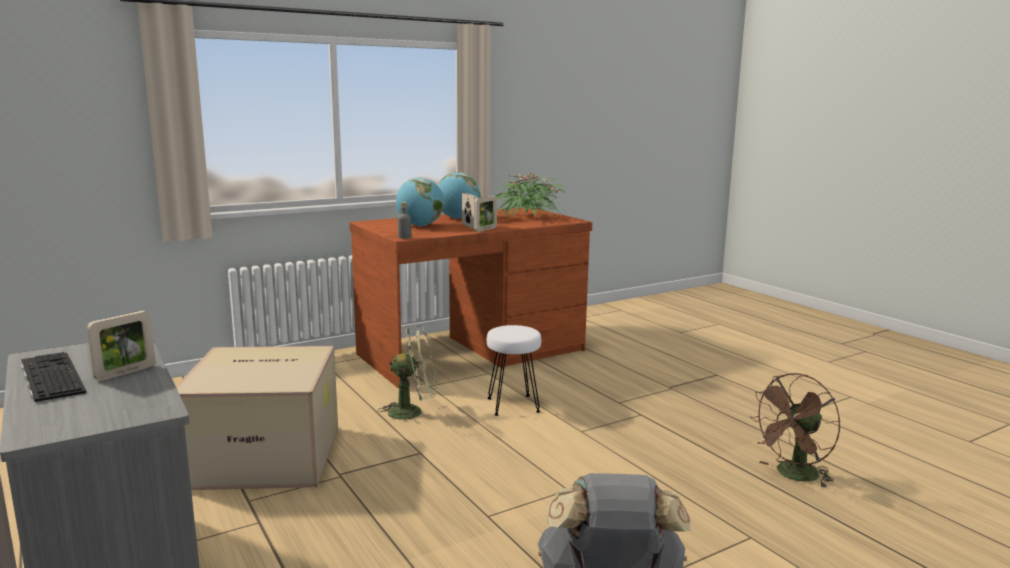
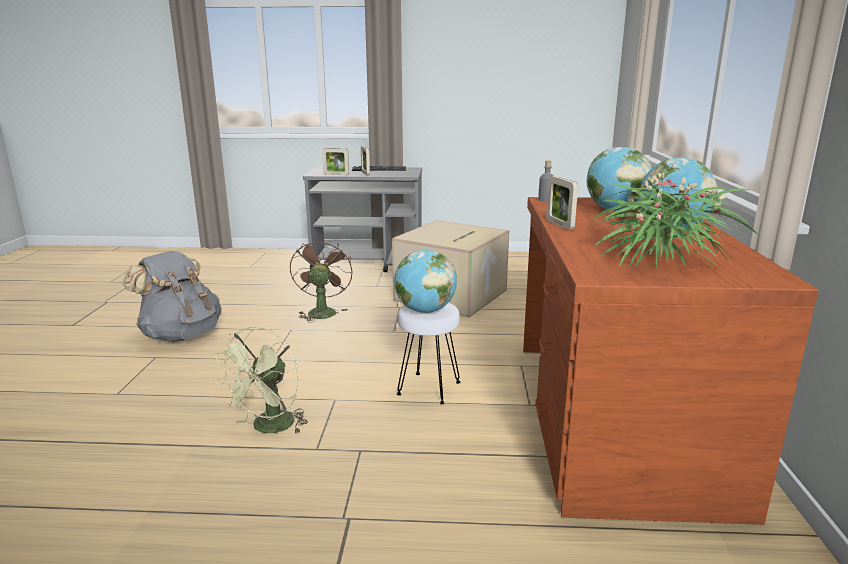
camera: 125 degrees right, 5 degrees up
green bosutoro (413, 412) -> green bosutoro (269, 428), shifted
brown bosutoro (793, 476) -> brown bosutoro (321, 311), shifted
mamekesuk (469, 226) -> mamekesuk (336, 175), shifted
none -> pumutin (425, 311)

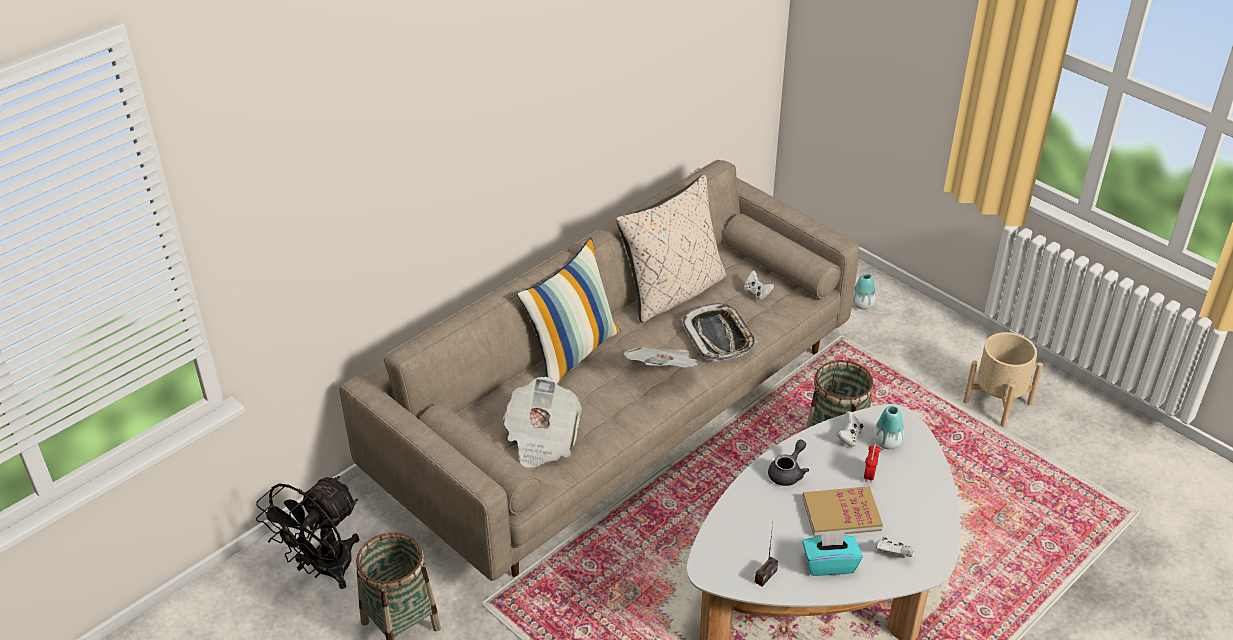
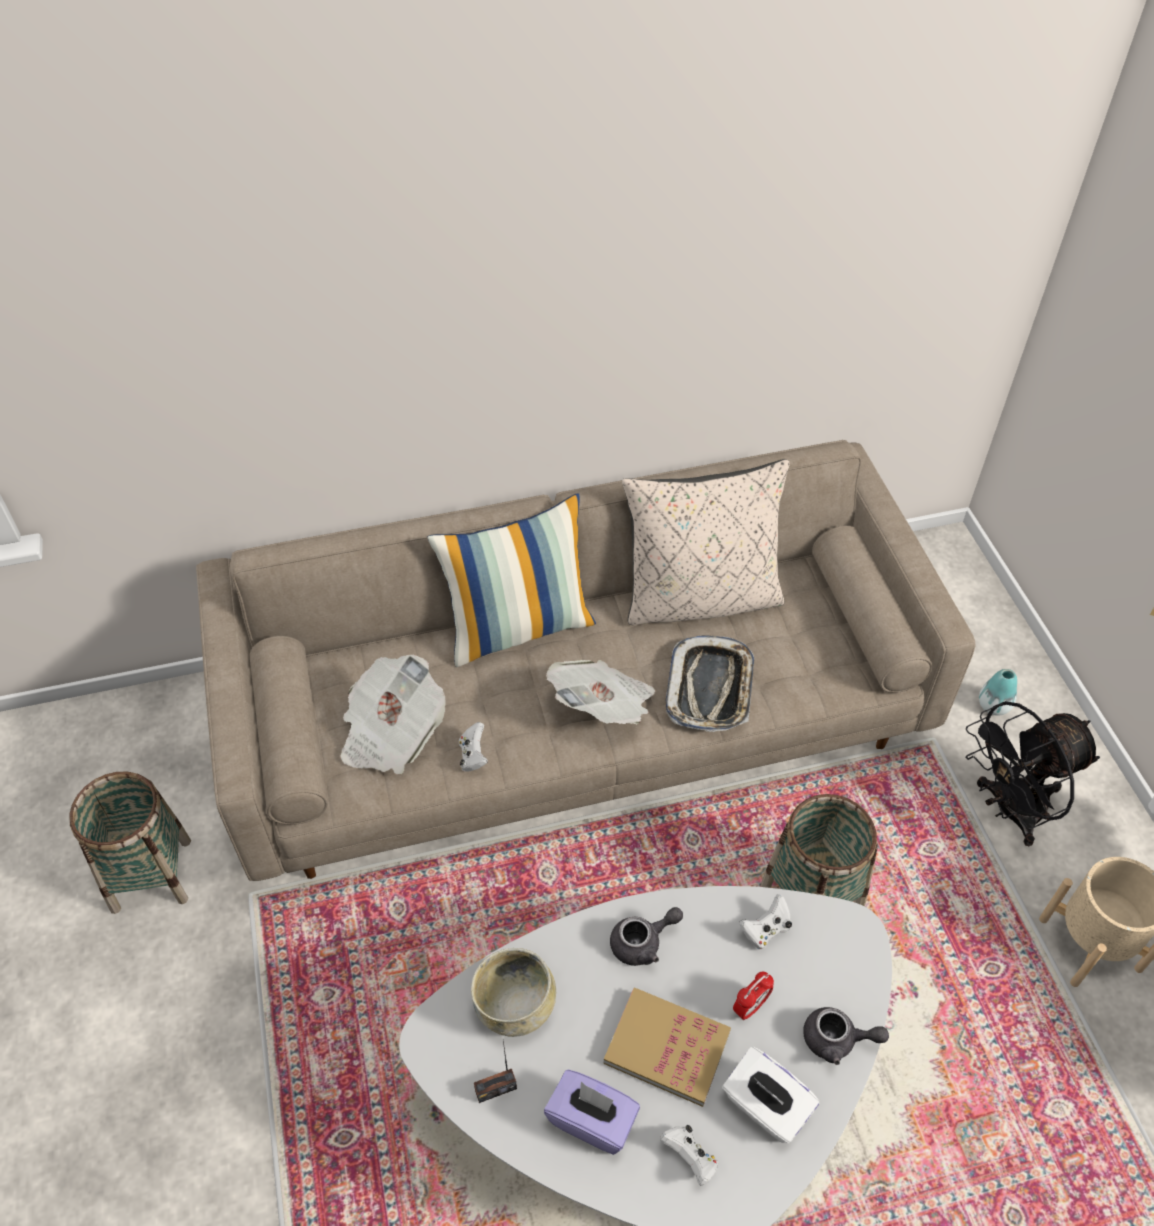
camera: 30 degrees right, 10 degrees up
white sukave (757, 293) -> white sukave (473, 756), shifted
none -> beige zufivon (516, 1006)
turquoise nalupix (829, 564) -> purple nalupix (592, 1120)
none -> white nalupix (765, 1106)
none -> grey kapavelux (837, 1040)
black bosutoro (324, 570) -> black bosutoro (1008, 810), shifted
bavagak (887, 442) -> none

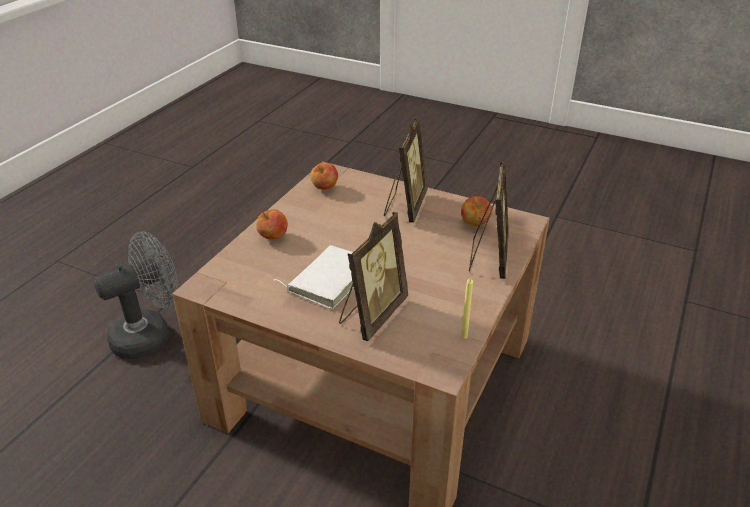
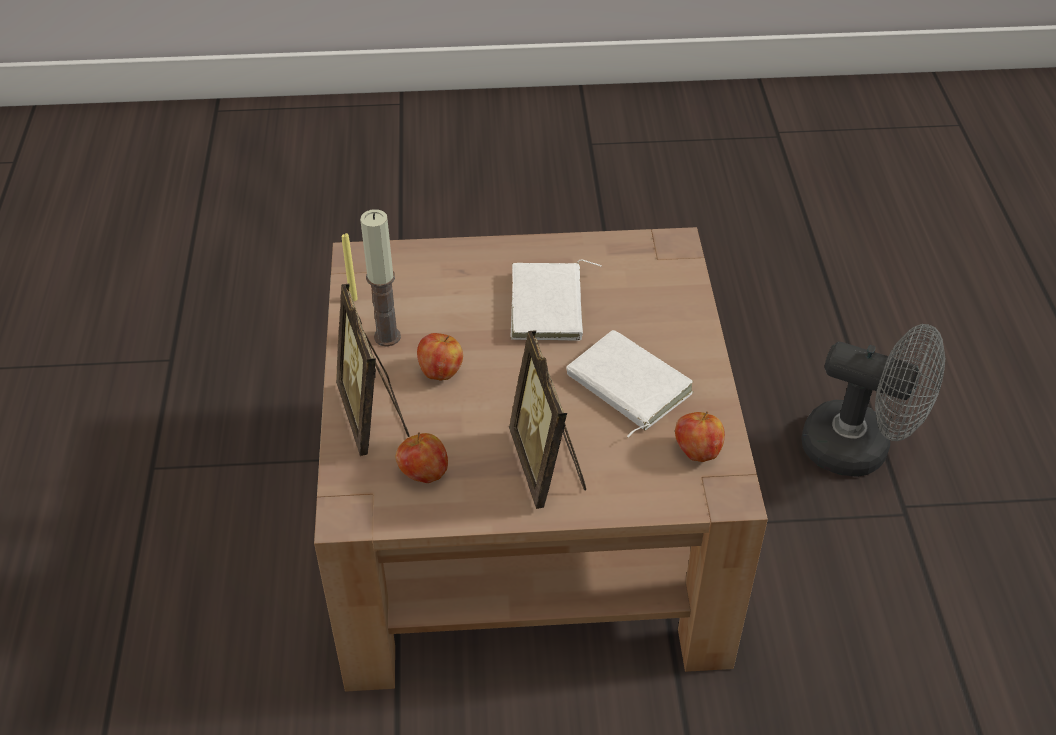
camera: 150 degrees right, 10 degrees up
none -> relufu (387, 336)
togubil (273, 237) -> togubil (440, 372), shifted
none -> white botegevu (626, 386)
grey bosutoro (150, 334) -> grey bosutoro (860, 449), 90 degrees counterclockwise
mamekesuk (371, 314) -> none

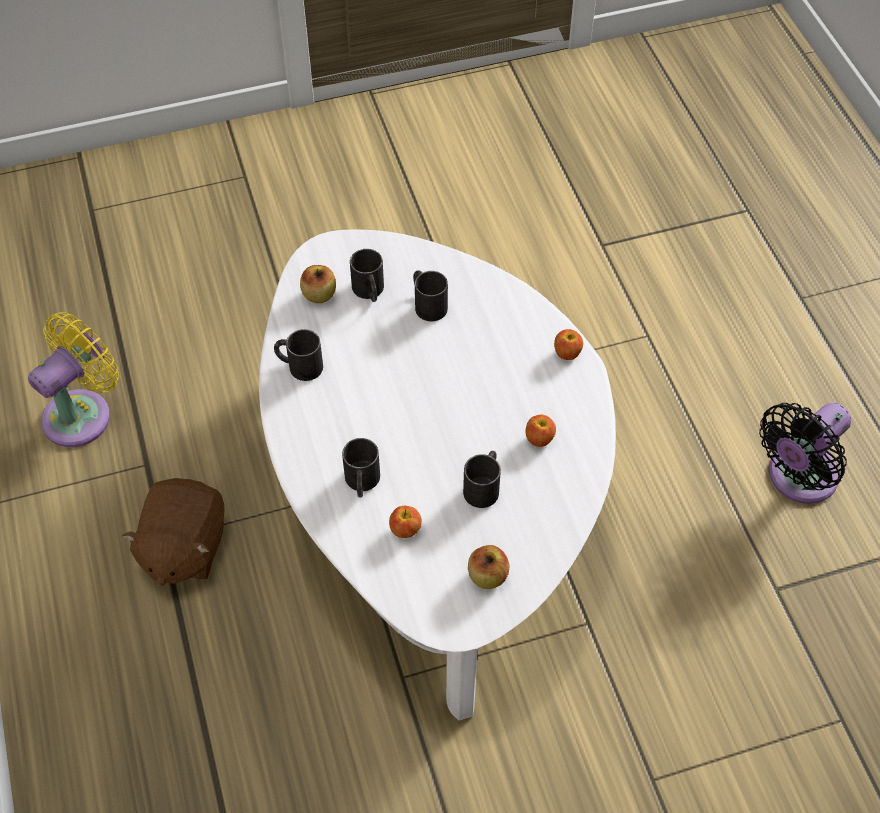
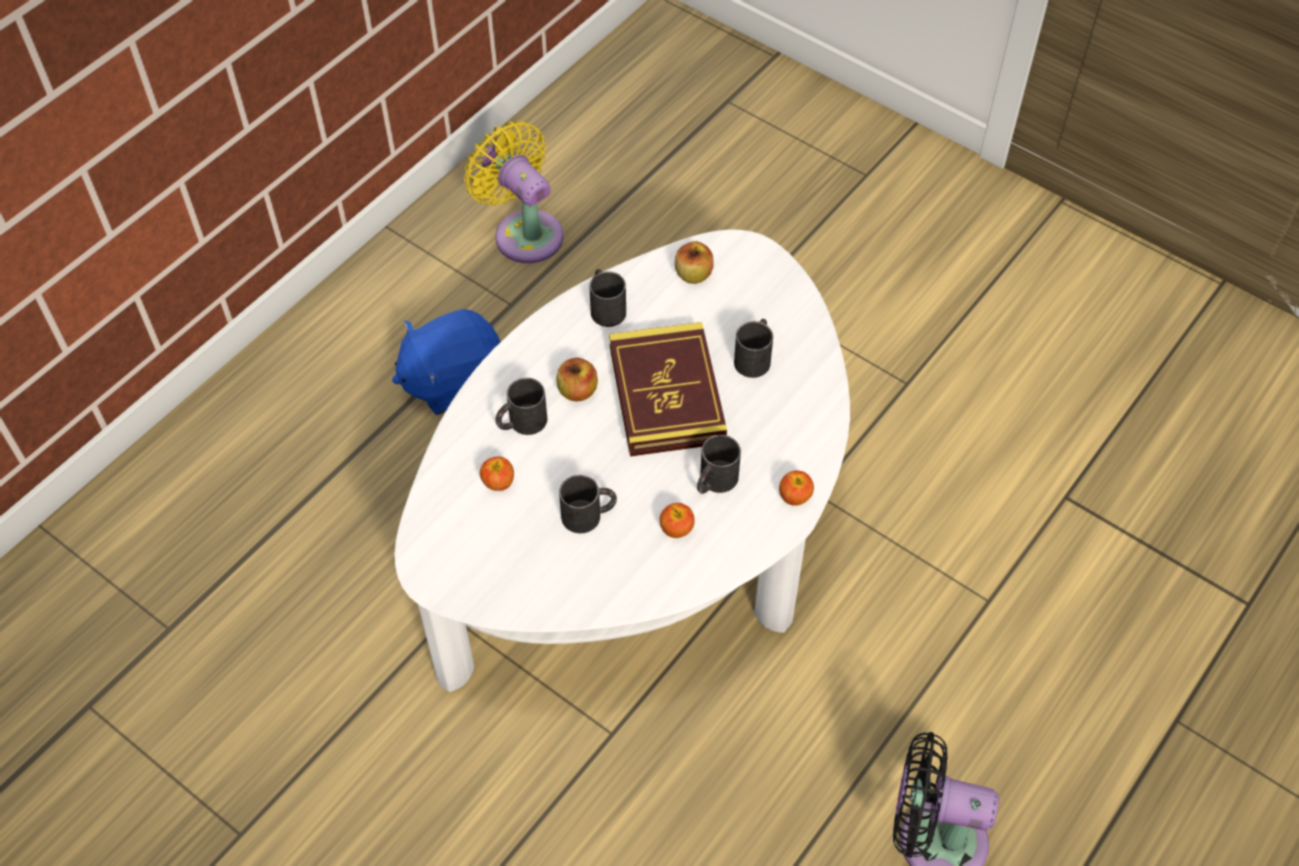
camera: 55 degrees right, 0 degrees up
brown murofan (183, 548) -> blue murofan (454, 381)
yellow bosutoro (82, 413) -> yellow bosutoro (524, 232), 135 degrees counterclockwise
togubil (487, 576) -> togubil (577, 391), shifted
none -> botegevu (666, 394)
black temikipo (369, 291) -> black temikipo (714, 482), shifted

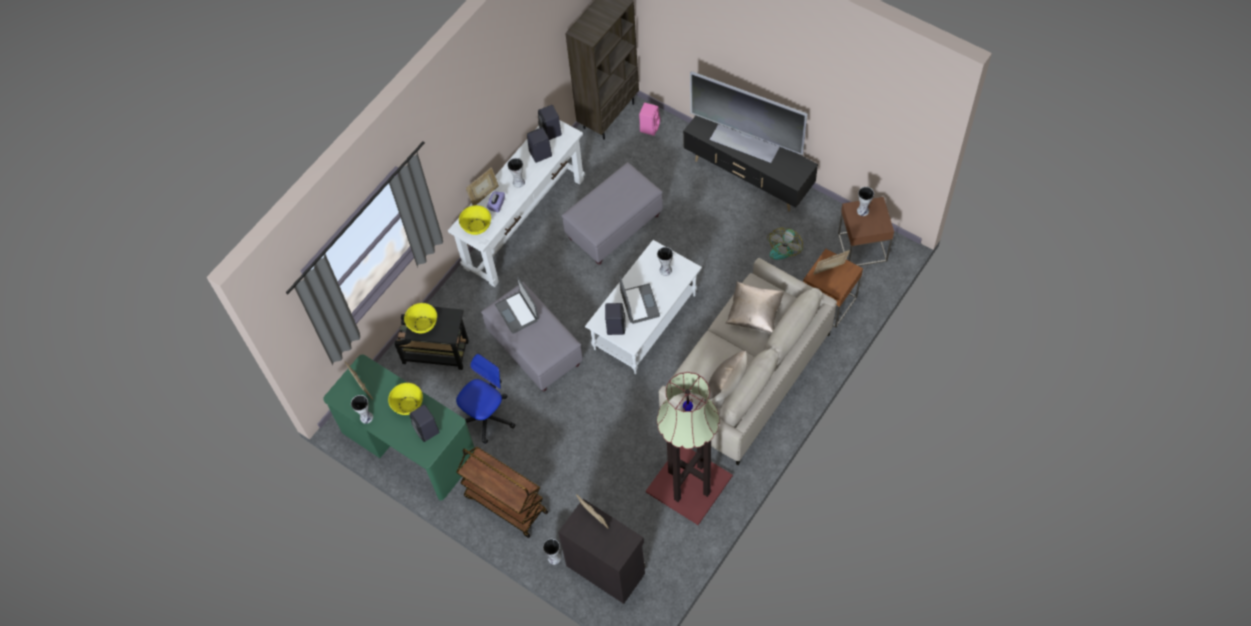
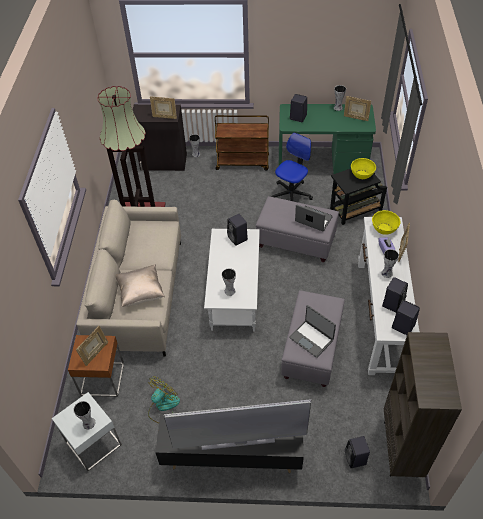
camera: 145 degrees right, 10 degrees down
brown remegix (862, 247) -> white remegix (93, 443)
bosutoro (784, 246) -> bosutoro (163, 407), 45 degrees clockwise
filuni (487, 417) -> filuni (291, 194), 150 degrees counterclockwise
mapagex (639, 304) -> mapagex (311, 338), shifted
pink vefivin (650, 127) -> black vefivin (355, 459)
yellow zufivon (408, 404) -> none
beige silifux (726, 388) -> none

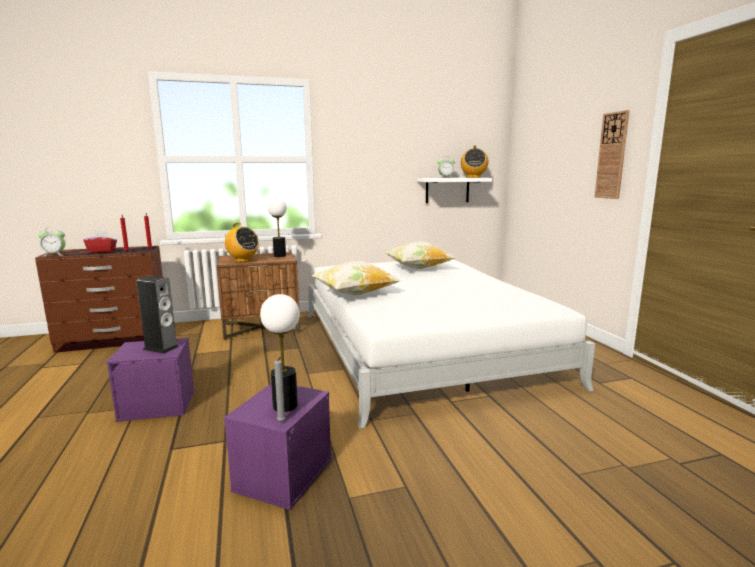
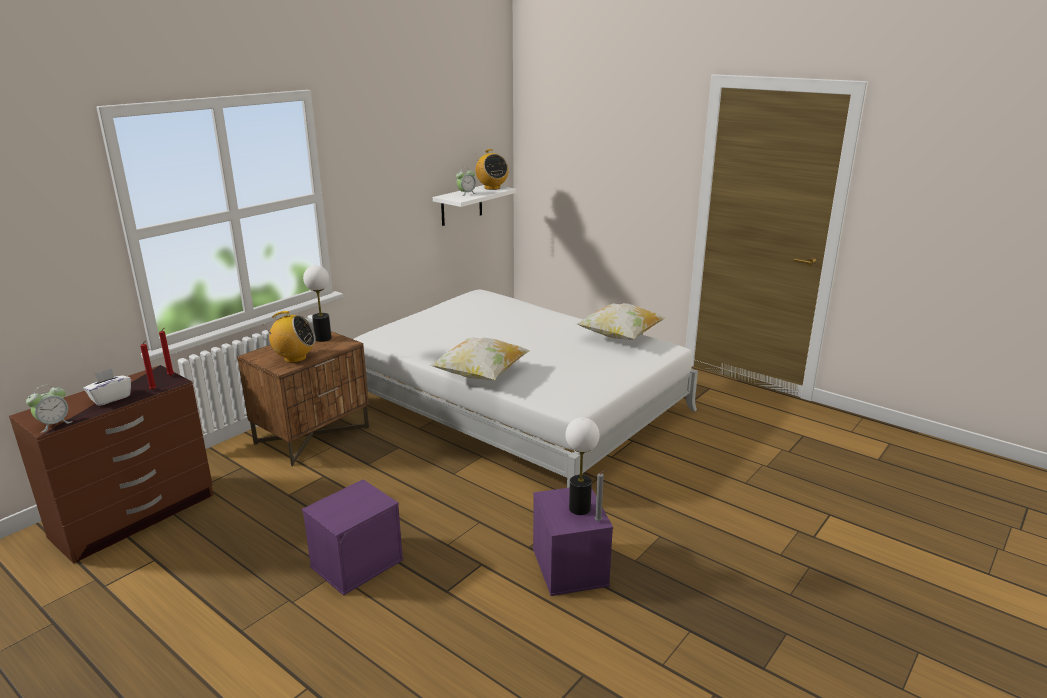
camera: 35 degrees left, 10 degrees up
red nalupix (102, 251) -> white nalupix (110, 398)
silifux (418, 269) -> silifux (620, 337), shifted
vefivin (161, 348) -> none
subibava (612, 156) -> none

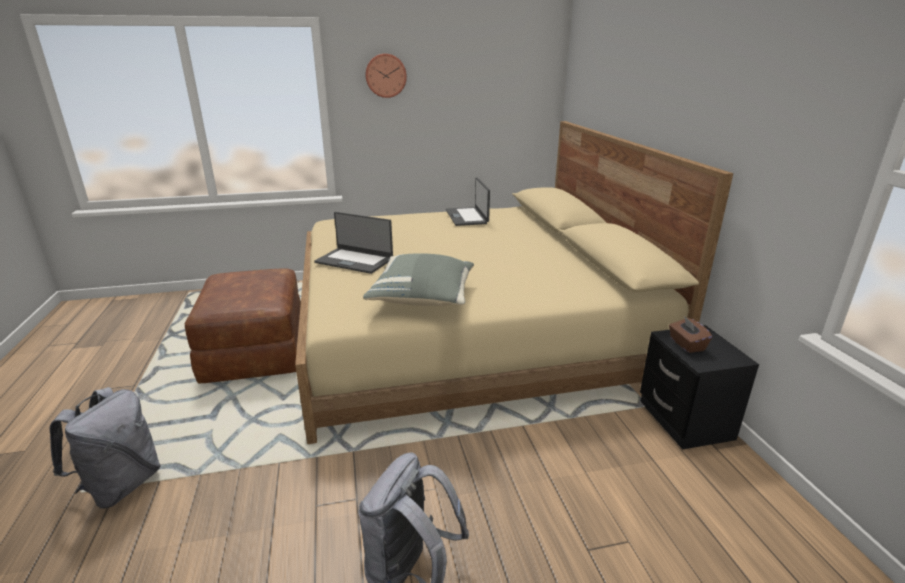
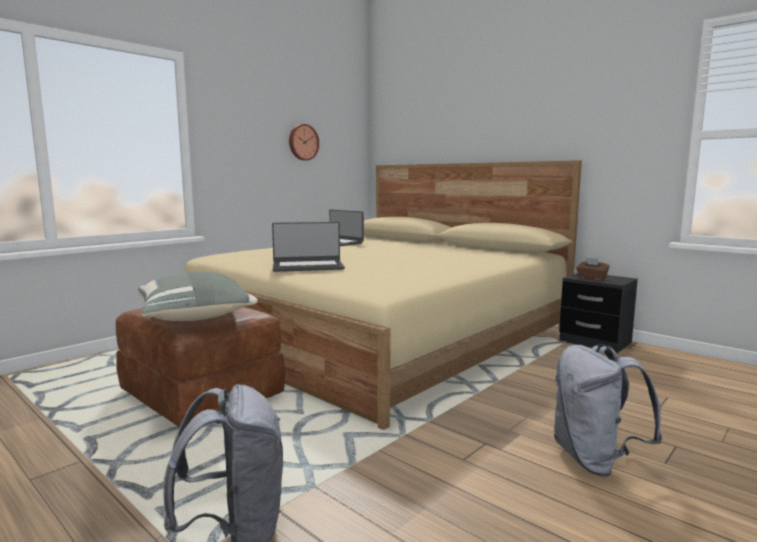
camera: 35 degrees left, 15 degrees down
grey silifux (423, 298) -> grey silifux (196, 318), shifted
subibava (385, 75) -> subibava (303, 142), shifted

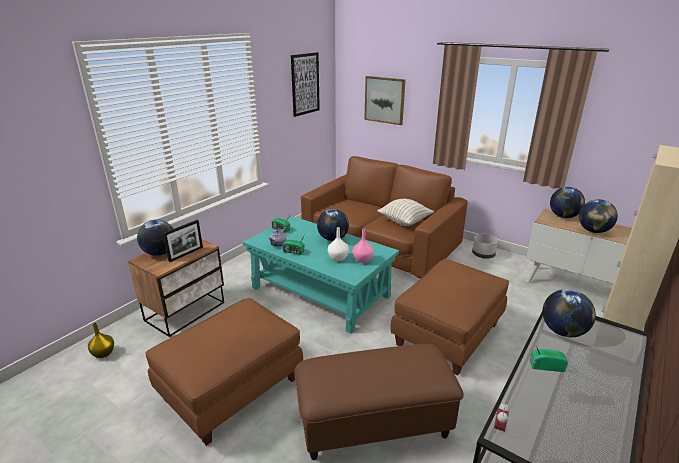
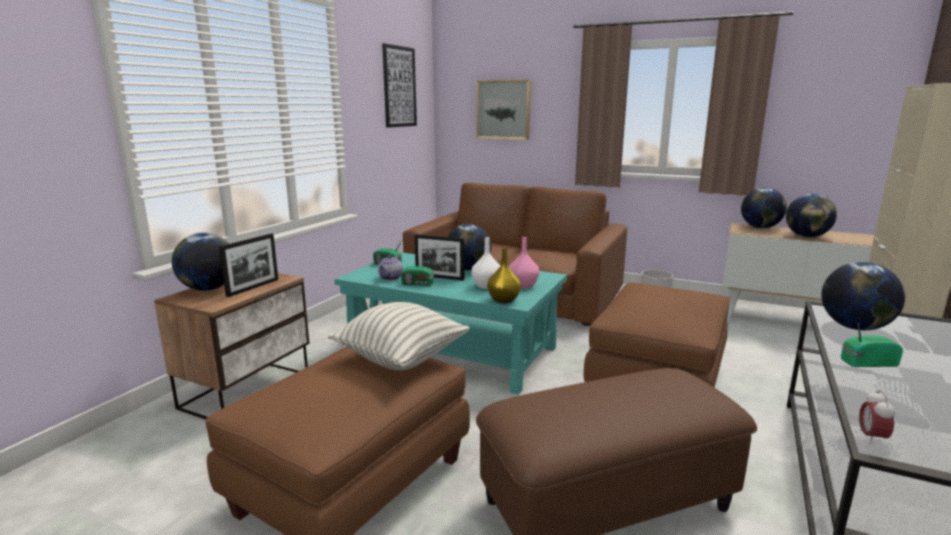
camera: 10 degrees left, 10 degrees down
silifux (404, 221) -> silifux (401, 359), shifted
none -> mamekesuk (439, 277)
yellow bavagak (104, 353) -> yellow bavagak (504, 300), shifted

